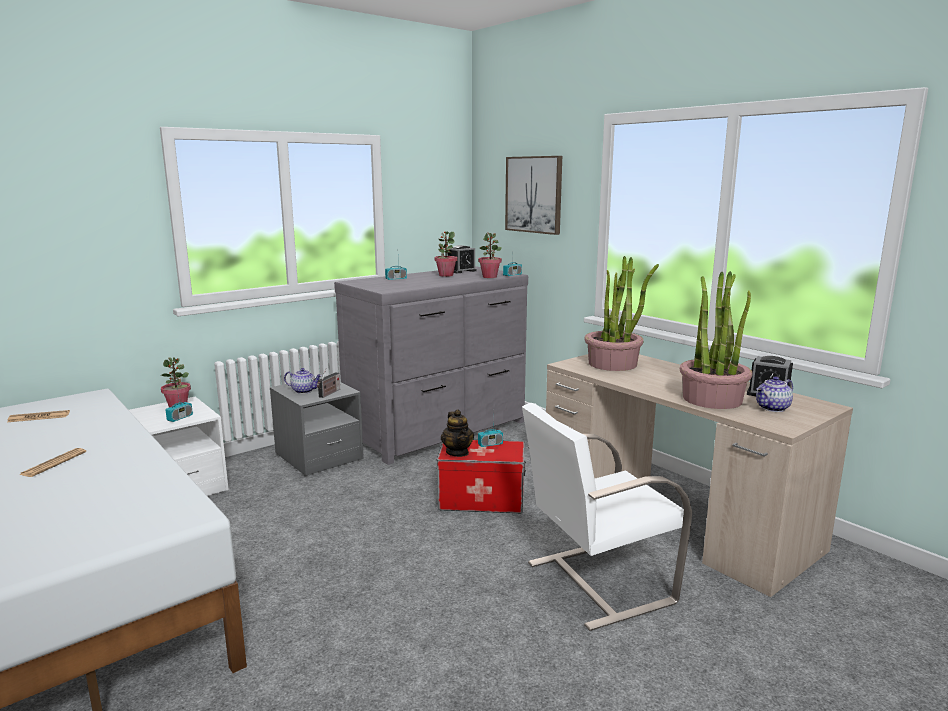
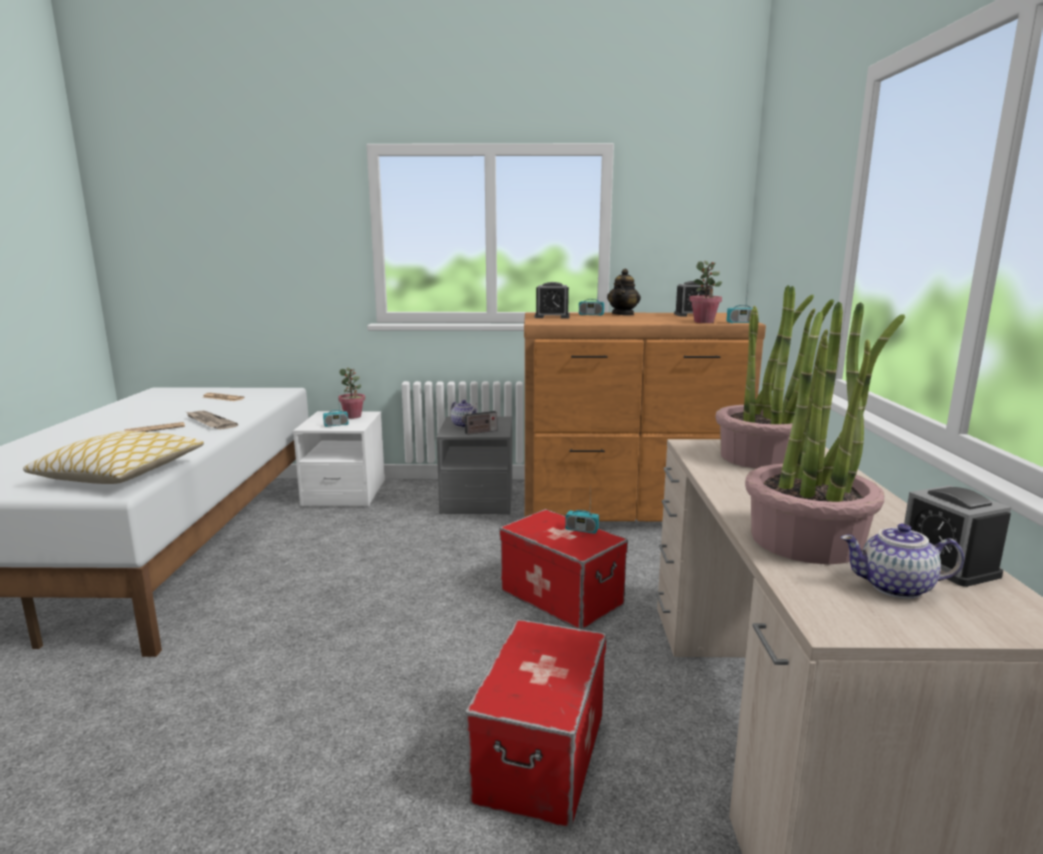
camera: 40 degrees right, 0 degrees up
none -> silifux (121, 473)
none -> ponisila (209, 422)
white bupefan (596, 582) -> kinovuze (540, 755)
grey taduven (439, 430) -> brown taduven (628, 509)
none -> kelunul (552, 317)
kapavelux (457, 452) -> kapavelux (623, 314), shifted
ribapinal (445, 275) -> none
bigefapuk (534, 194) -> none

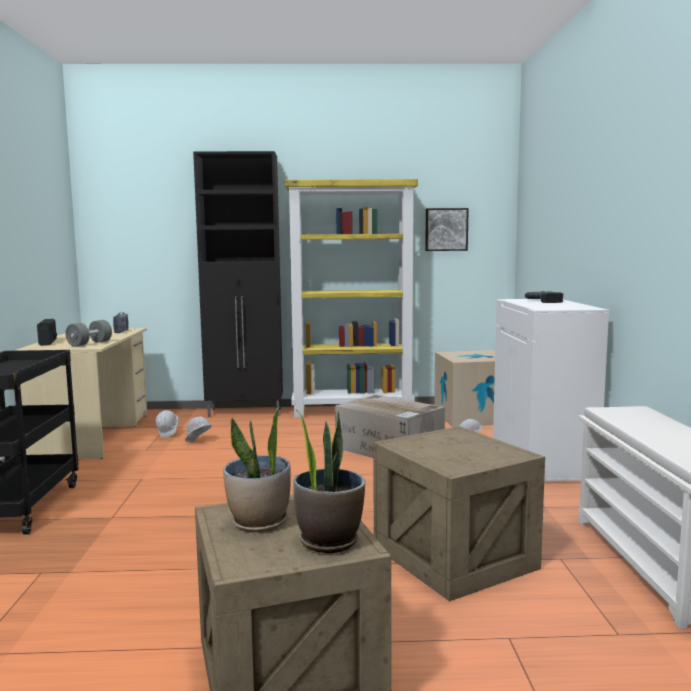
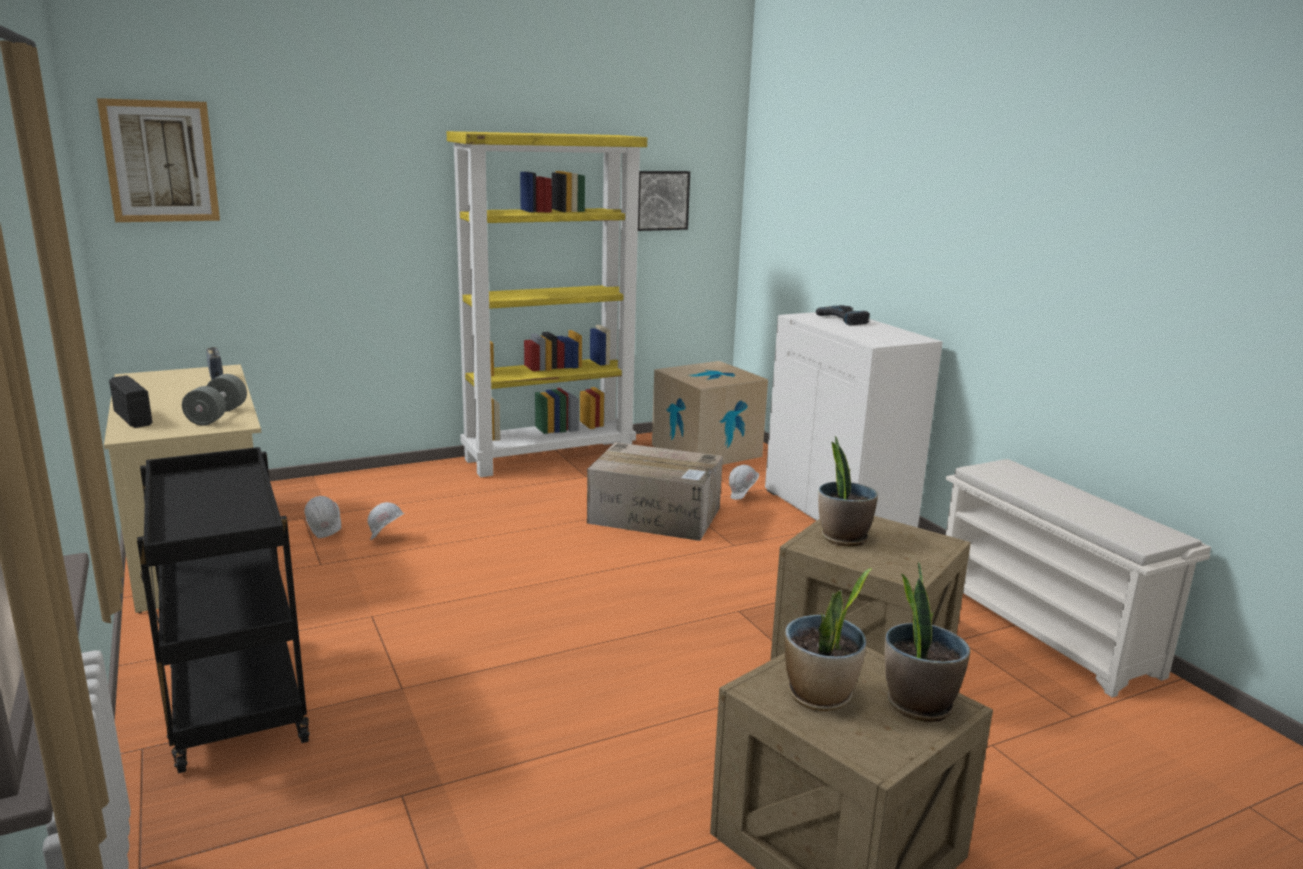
camera: 25 degrees left, 10 degrees up
none -> bigefapuk (161, 161)
none -> ribapinal (843, 538)
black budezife (246, 412) -> none

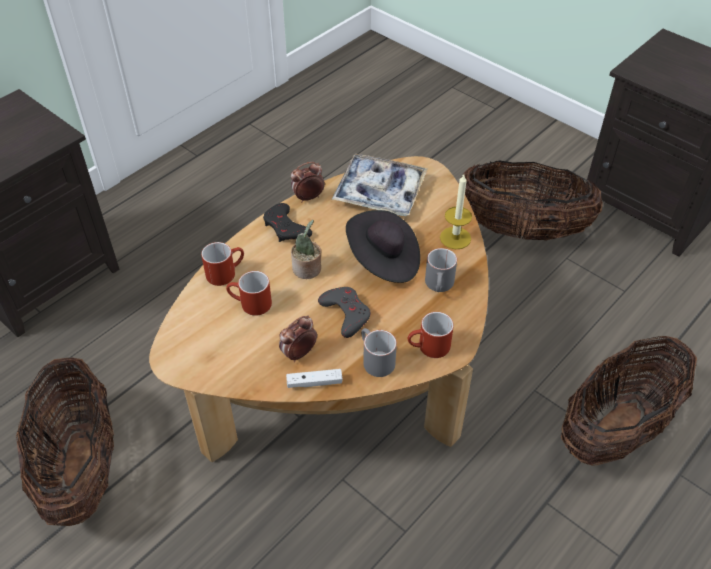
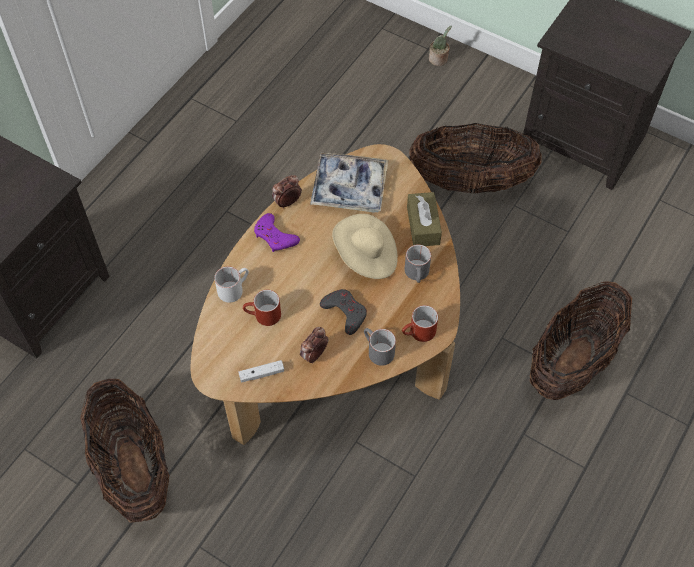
camera: 10 degrees left, 10 degrees up
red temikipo (225, 272) -> white temikipo (233, 288)
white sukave (314, 382) -> white sukave (261, 374), shifted
black sukave (286, 228) -> purple sukave (275, 236)
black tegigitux (383, 260) -> beige tegigitux (366, 257)
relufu (455, 238) -> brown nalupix (423, 225)
ribapinal (307, 270) -> ribapinal (439, 60), shifted

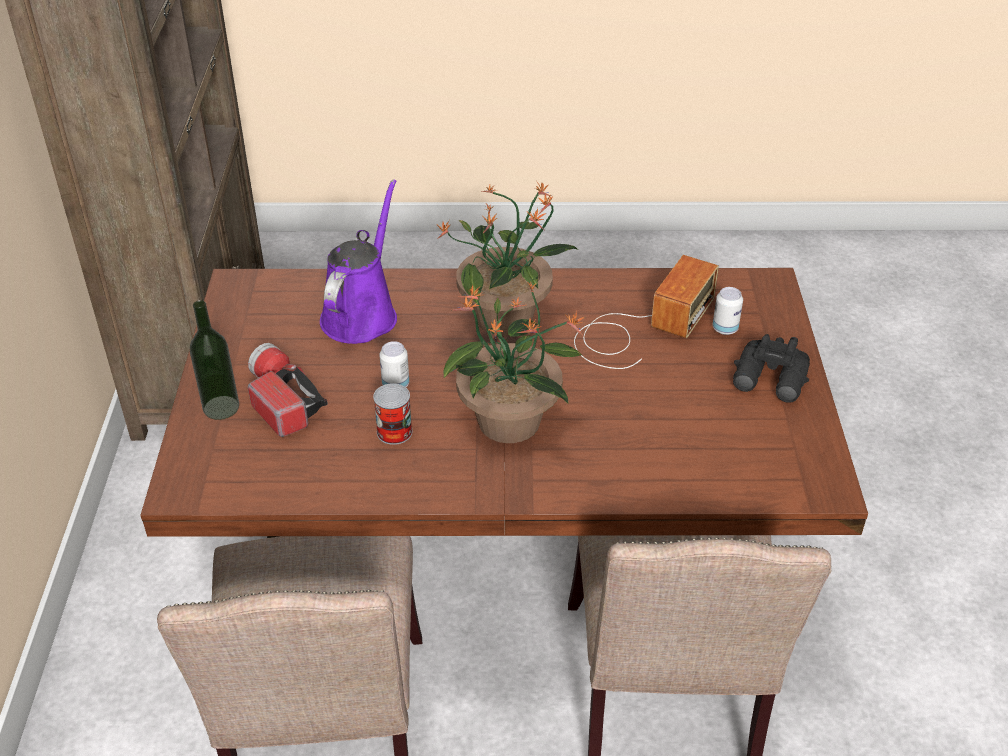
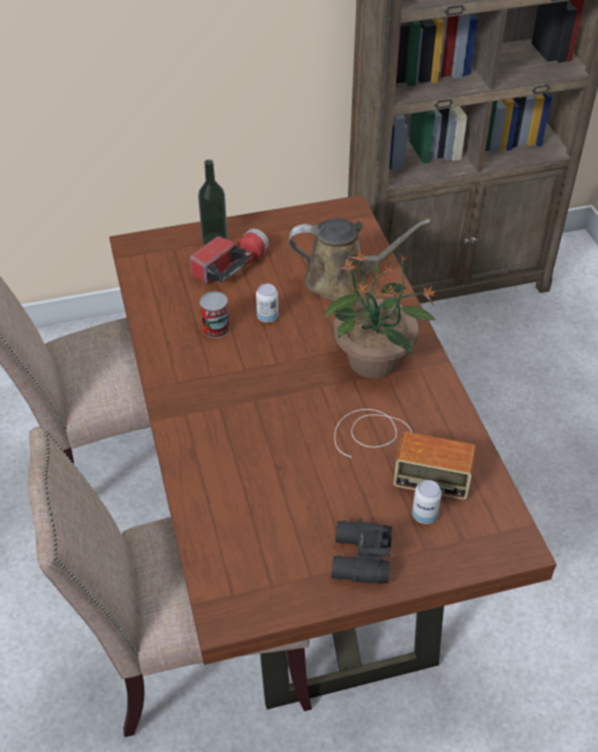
camera: 75 degrees right, 5 degrees up
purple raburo (362, 314) -> brown raburo (343, 280)
ribapinal (510, 423) -> none

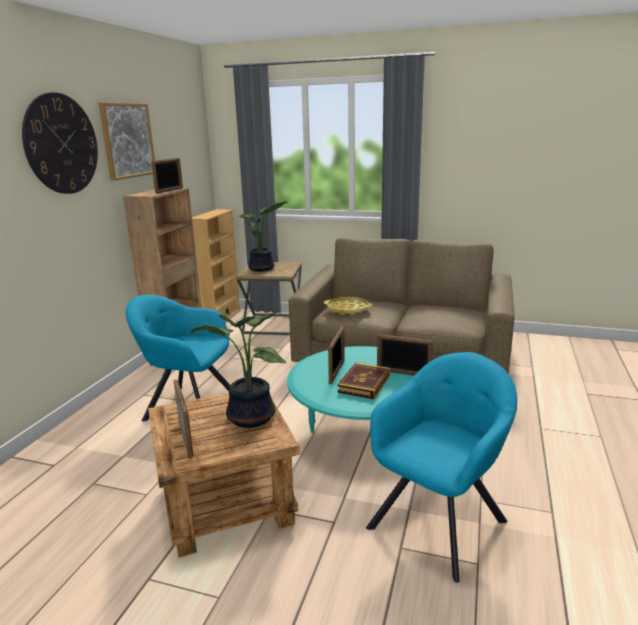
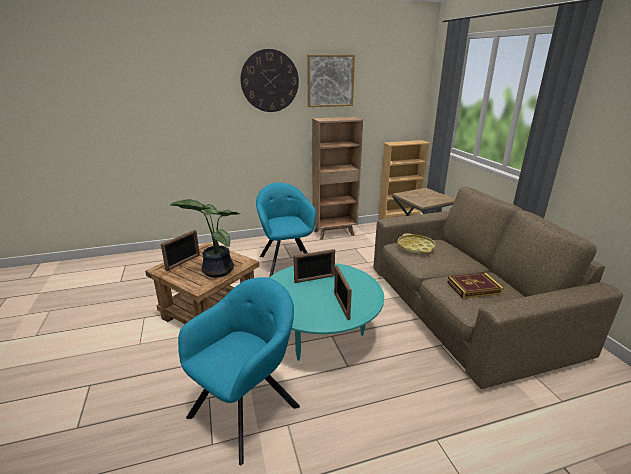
camera: 55 degrees right, 5 degrees up
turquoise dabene (439, 521) -> turquoise dabene (247, 408), 60 degrees counterclockwise
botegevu (364, 384) -> botegevu (474, 288), shifted
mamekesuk (169, 190) -> none
ribapinal (263, 269) -> none

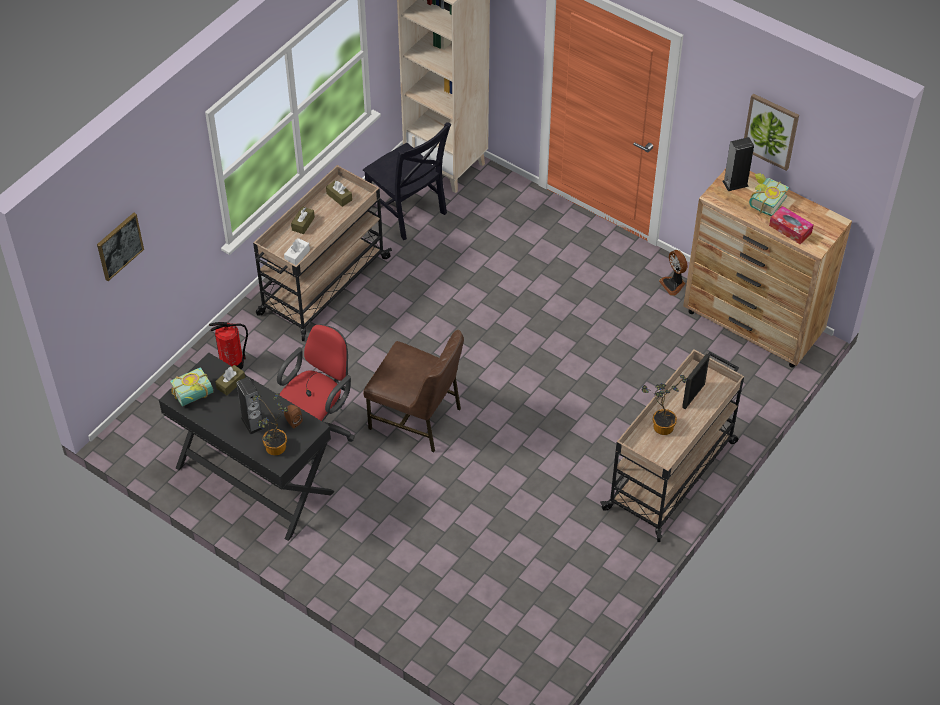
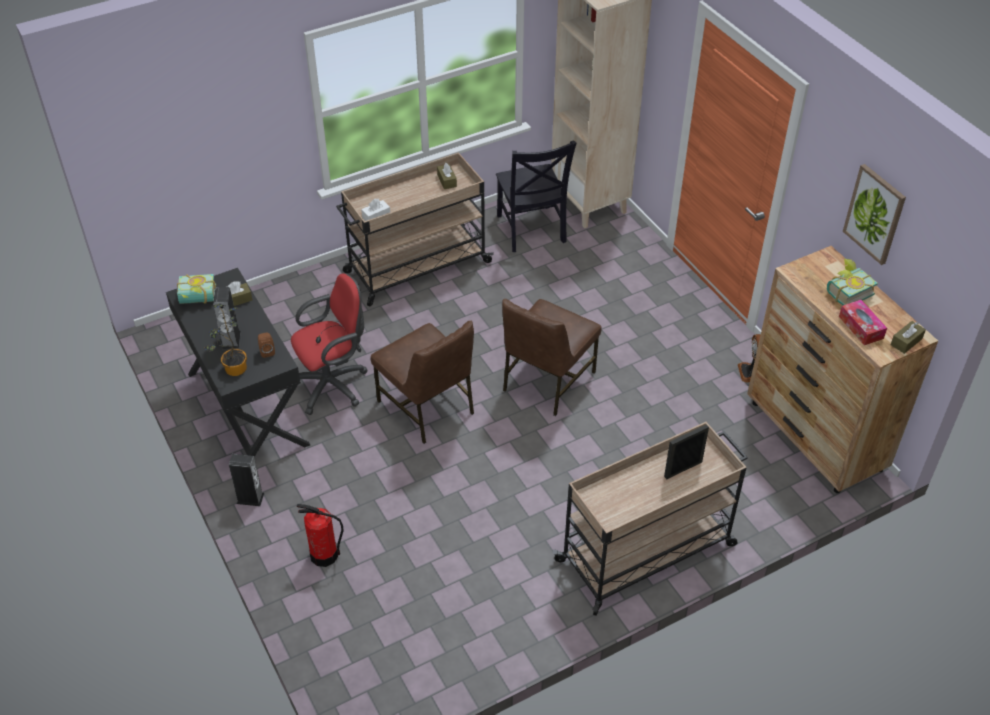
camera: 25 degrees right, 5 degrees down
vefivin (735, 183) -> vefivin (250, 498), shifted
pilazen (232, 364) -> pilazen (324, 555), shifted
none -> brown bupefan (546, 381)
brown nalupix (303, 224) -> brown nalupix (906, 342), shifted
bigefapuk (119, 246) -> none
ribapinal (660, 425) -> none

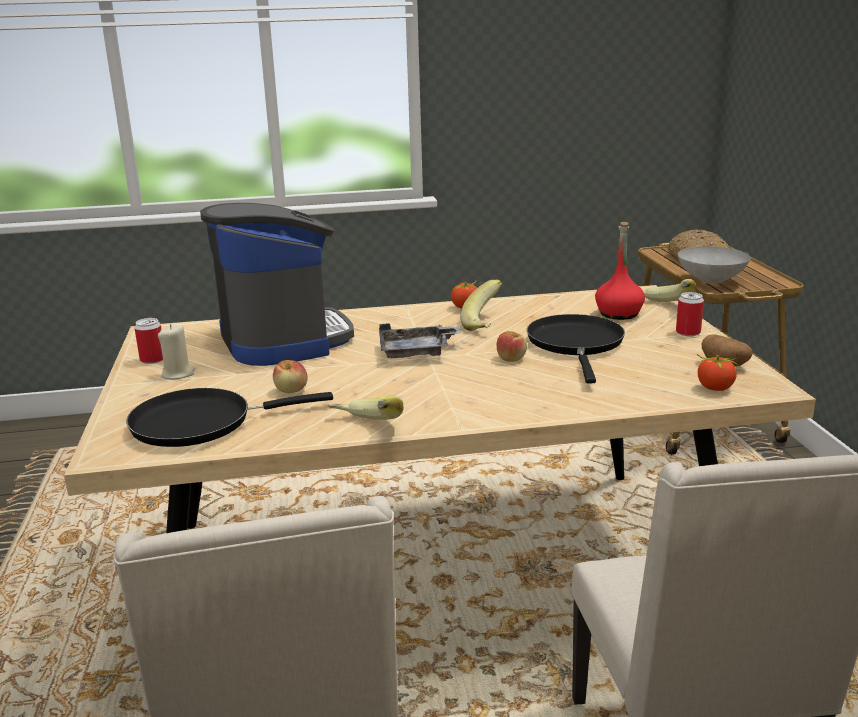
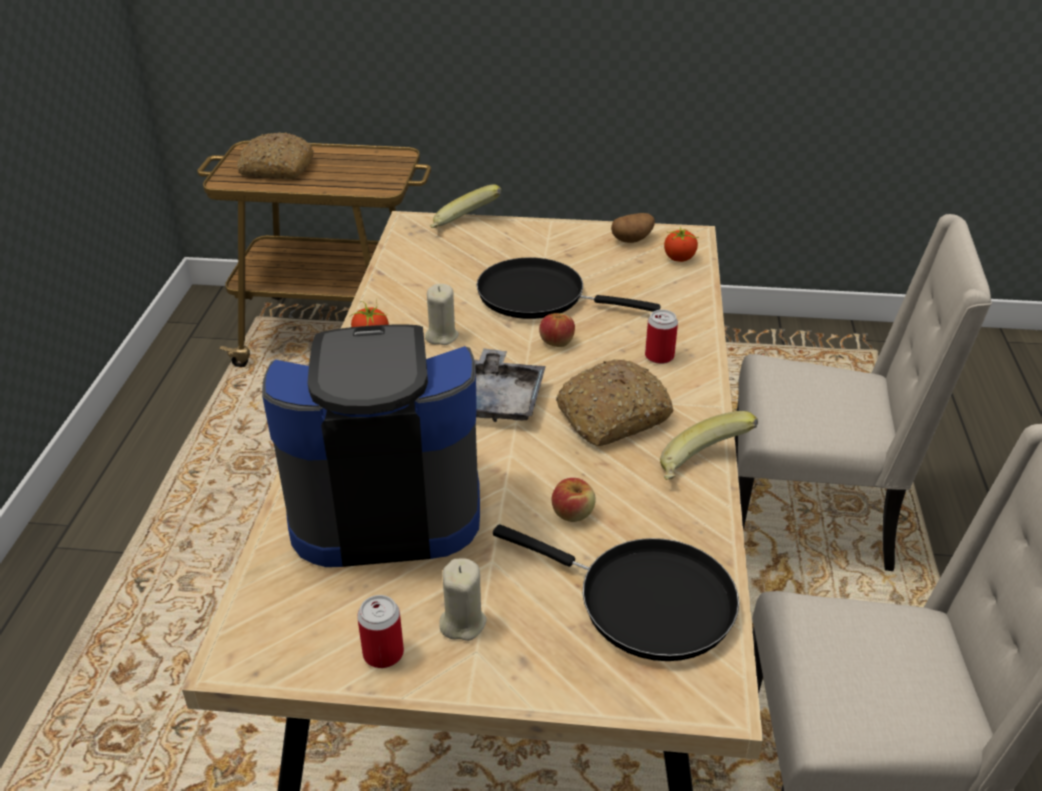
camera: 75 degrees left, 15 degrees up
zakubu (486, 324) -> beige relufu (441, 336)
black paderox (200, 423) -> black paderox (645, 601), 60 degrees counterclockwise
none -> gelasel (612, 416)
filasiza (688, 332) -> filasiza (659, 356), shifted
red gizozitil (619, 314) -> none
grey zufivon (710, 281) -> none

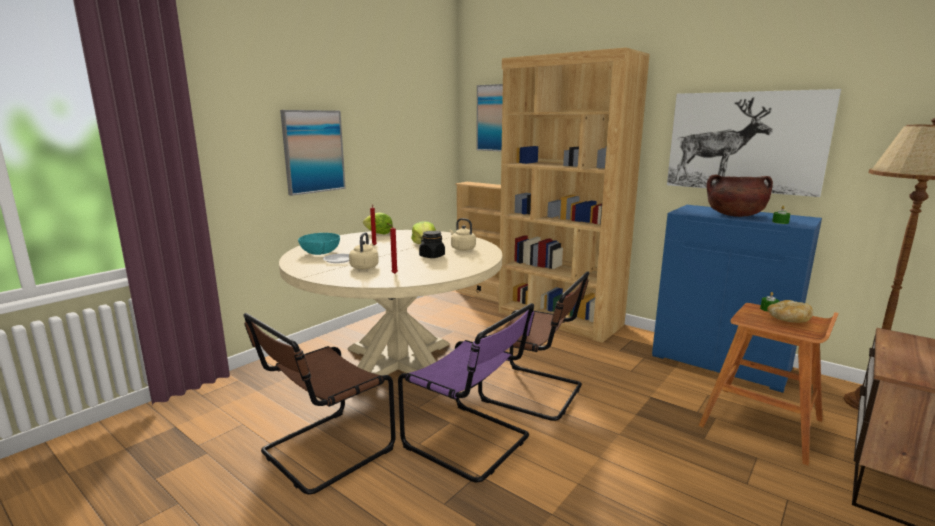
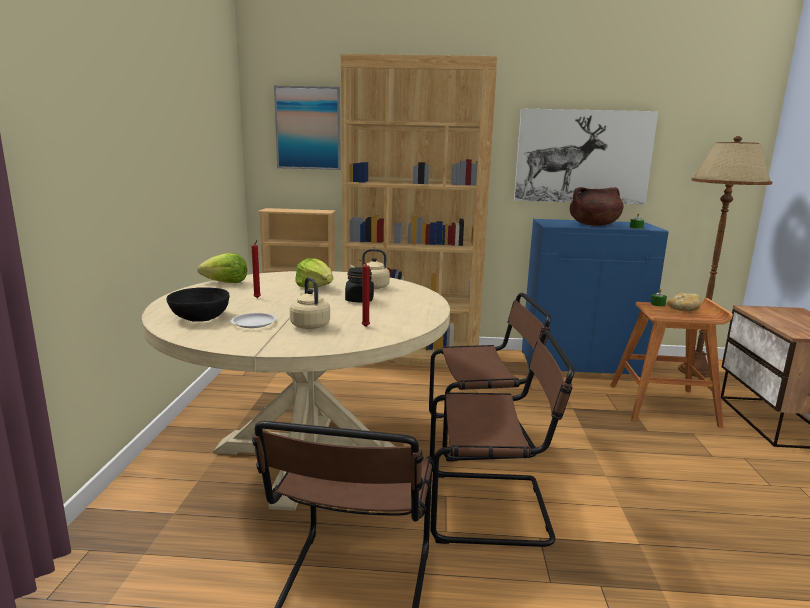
camera: 35 degrees left, 0 degrees up
turquoise zufivon (320, 252) -> black zufivon (200, 317)
purple bupefan (471, 442) -> brown bupefan (492, 508)
bigefapuk (313, 151) -> none

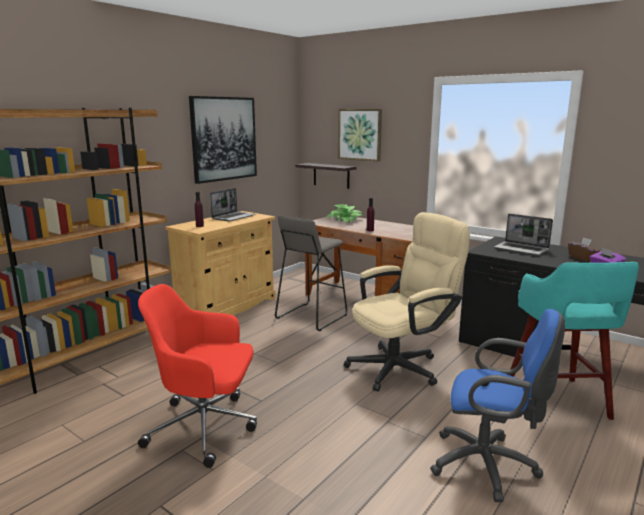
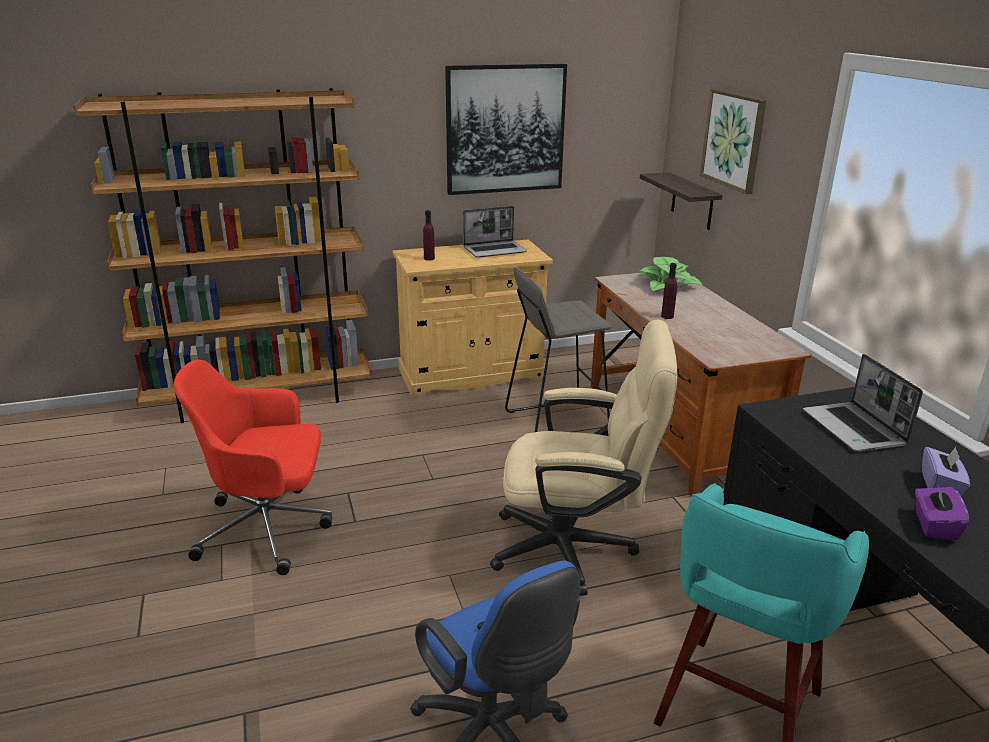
camera: 35 degrees right, 10 degrees up
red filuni (205, 427) -> red filuni (268, 529), 45 degrees counterclockwise
brown nalupix (582, 258) -> purple nalupix (940, 486)

